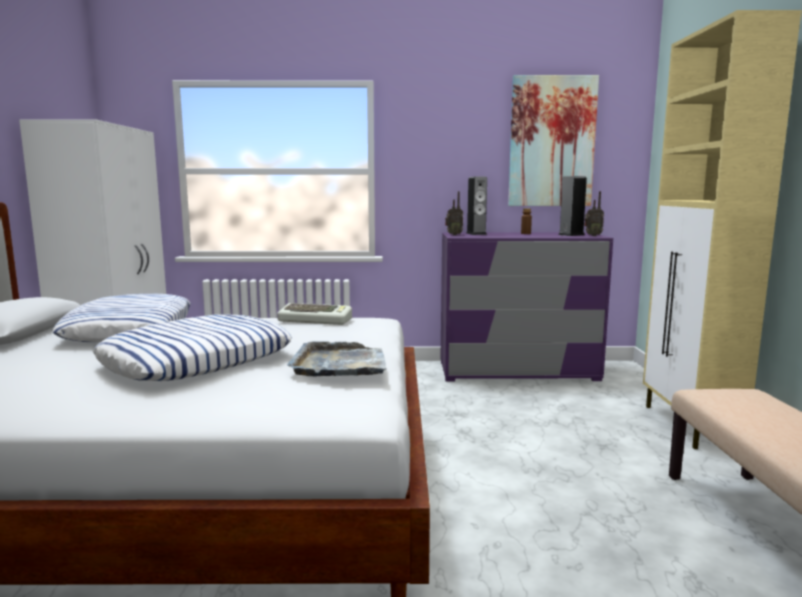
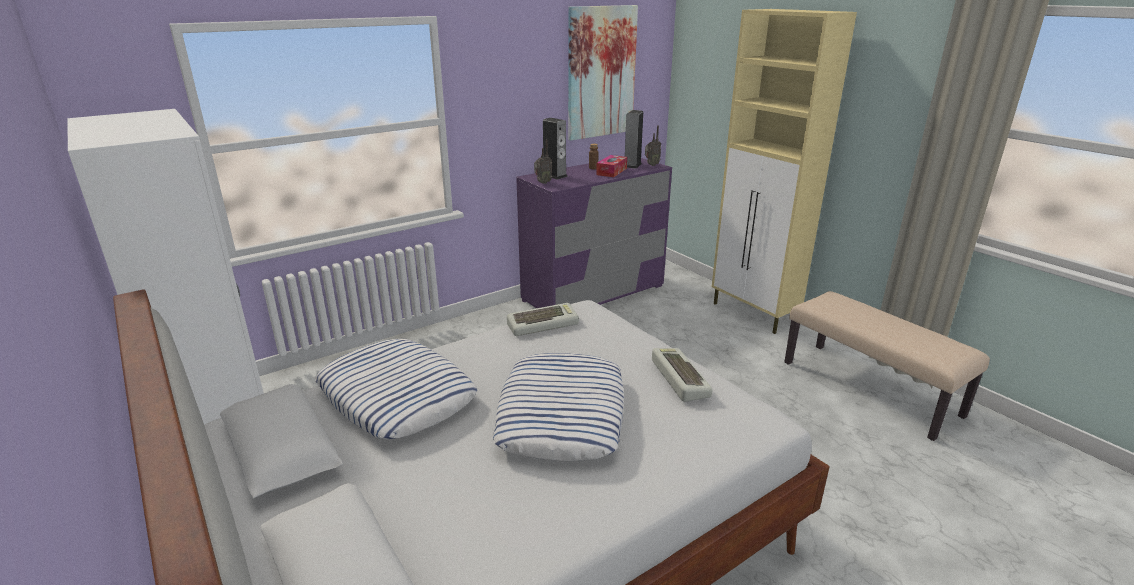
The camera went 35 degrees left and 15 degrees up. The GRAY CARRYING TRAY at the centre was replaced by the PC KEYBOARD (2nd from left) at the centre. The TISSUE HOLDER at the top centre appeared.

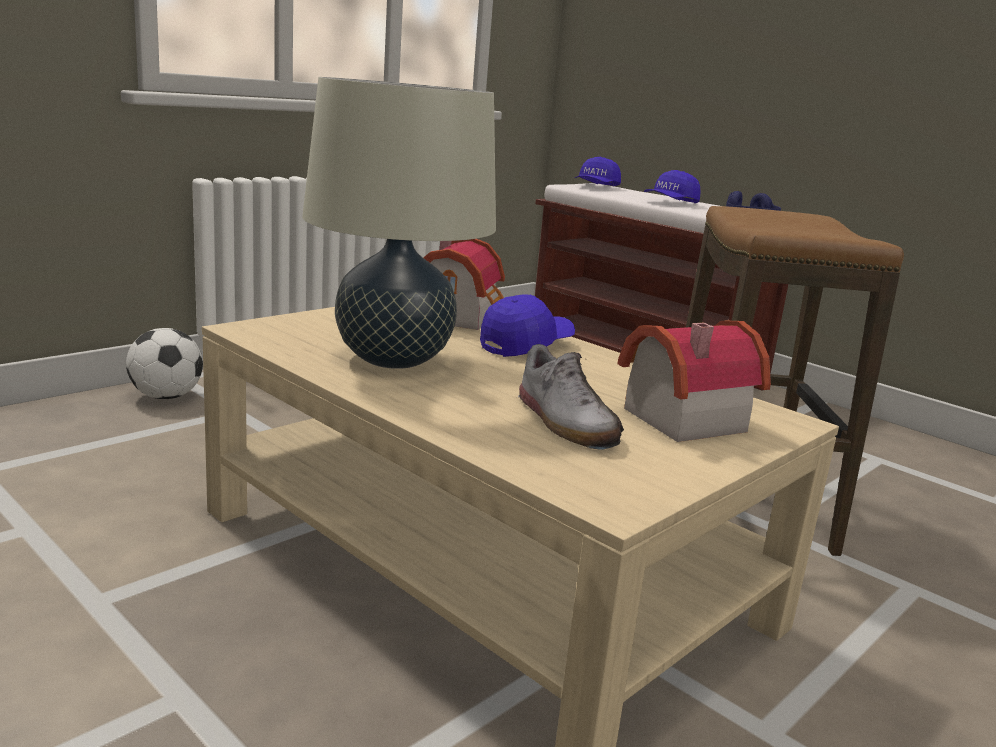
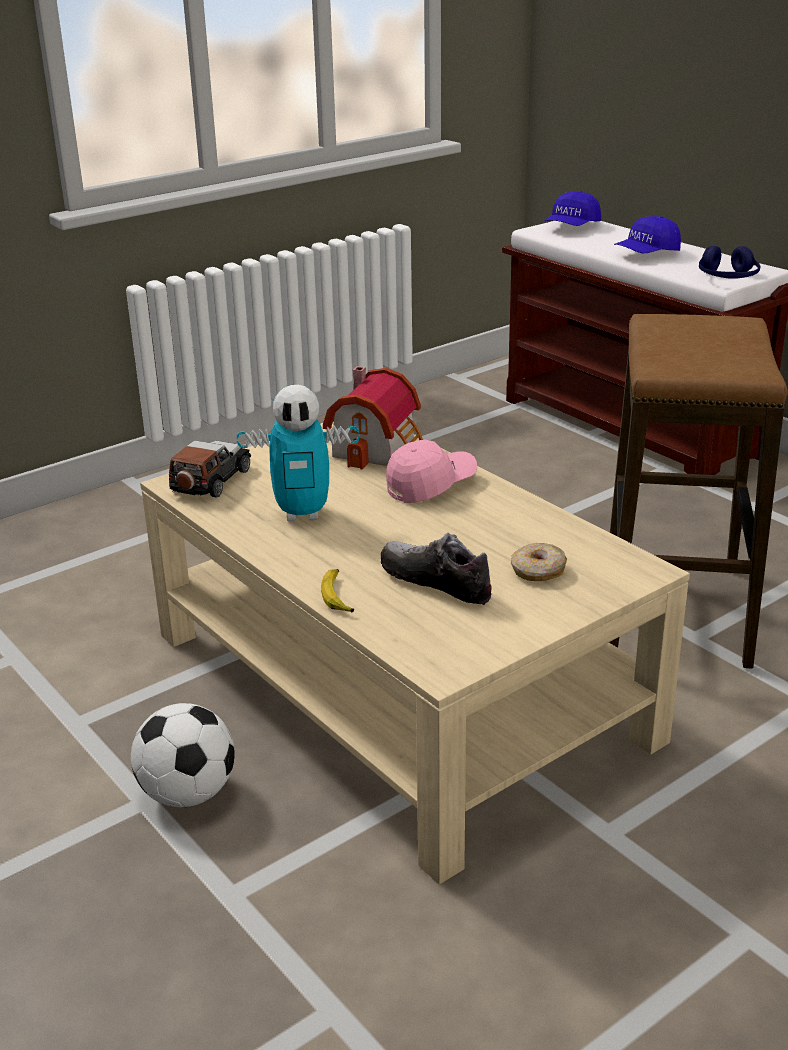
The camera went 10 degrees right and 10 degrees up. The BEIGE-COLOURED LAMP FOR A TABLE at the top centre was replaced by the TOY ROBOT at the centre. The BLUISH BASEBALL CAP (1st from left) at the centre became the PINK-COLOURED BASEBALL CAP at the centre. The TOY HOUSE (2nd from left) at the middle right was replaced by the DONUT at the middle right. The BALL FOR FOOTBALL moved from the middle left to the bottom left. The SHOE at the centre turned 150 degrees clockwise. The TOY CAR at the middle left appeared. The BANANA FRUIT at the centre appeared.

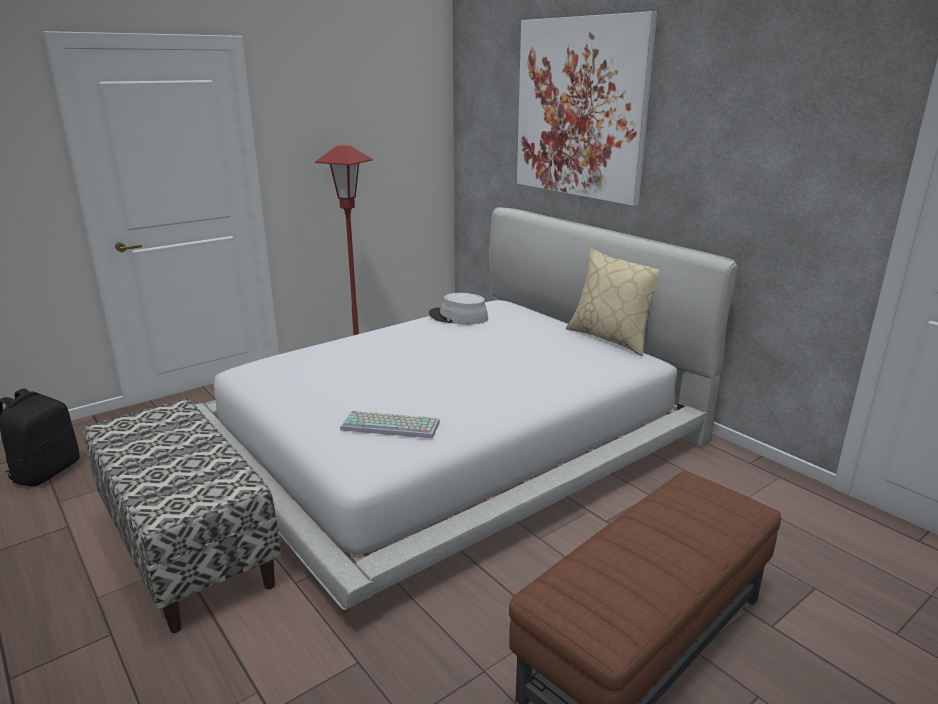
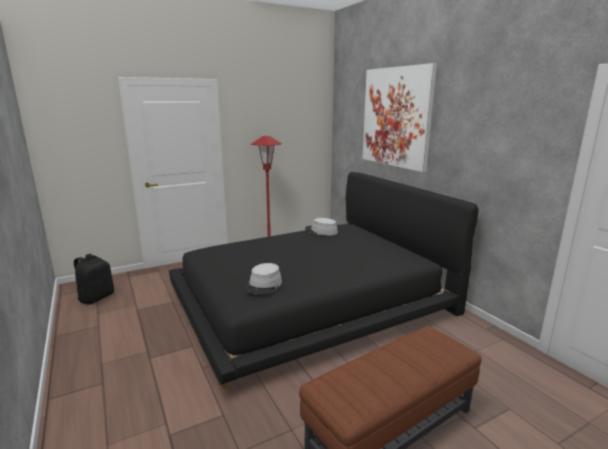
The camera went 10 degrees right and 5 degrees down. The WHITE-COLOURED BEDROOM BED at the centre became the BLACK BEDROOM BED at the centre. The BEIGE-COLOURED THROW PILLOW at the centre disappeared. The INDOOR BENCH at the bottom left disappeared. The PC KEYBOARD at the centre was replaced by the GRAY HAT (1st from left) at the centre.

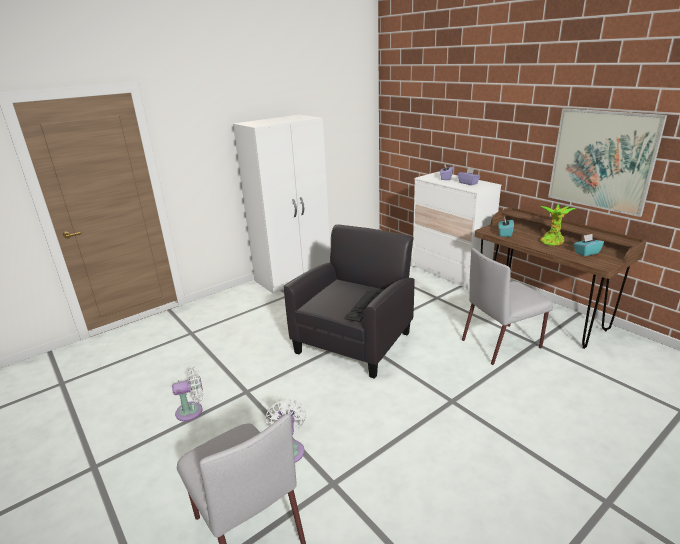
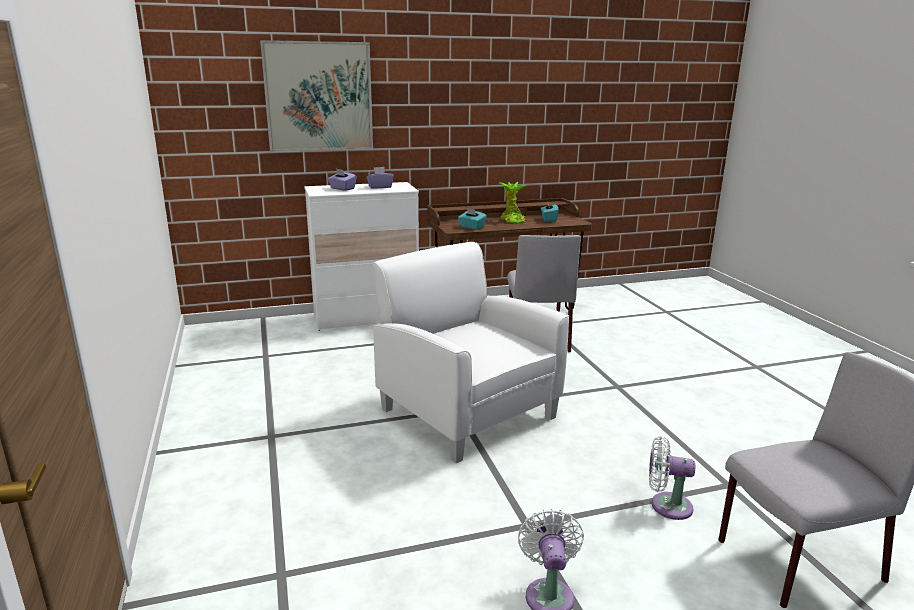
The camera went 70 degrees left and 5 degrees down. The WALL PICTURE moved from the top right to the top centre. The WHITE-COLOURED WARDROBE at the centre disappeared. The BLACK EASY CHAIR at the centre became the WHITE-COLOURED EASY CHAIR at the centre. The PC KEYBOARD at the centre disappeared.

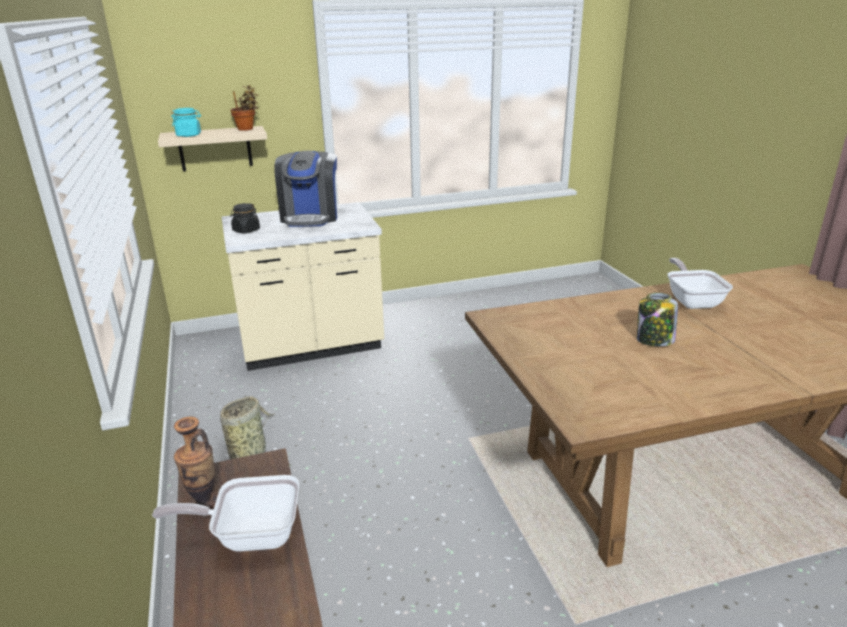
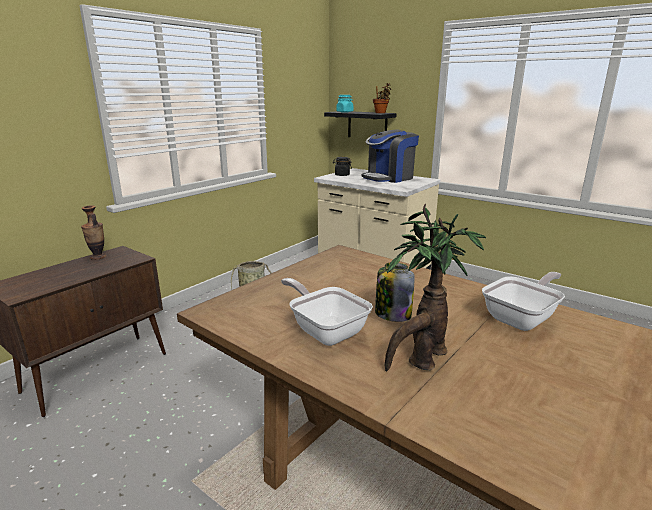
The camera went 55 degrees right and 5 degrees down. The BEIGE-COLOURED WALL SHELF at the top left became the BLACK WALL SHELF at the top centre. The PAN (1st from left) moved from the bottom left to the centre. The POTTED PLANT (2nd from left) at the middle right appeared.

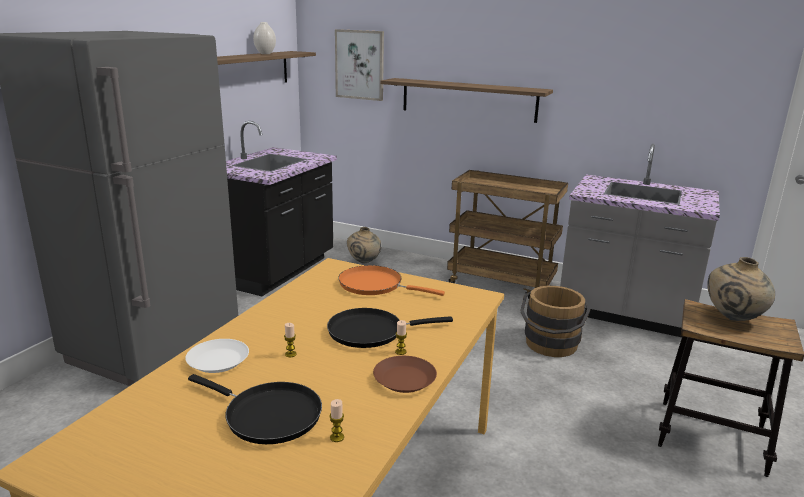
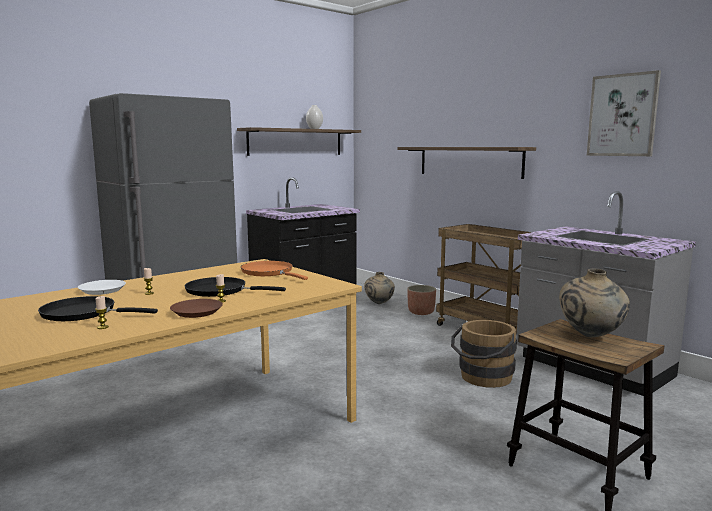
The camera went 25 degrees right and 10 degrees down. The WALL PICTURE moved from the top centre to the top right. The BLACK PAN (1st from left) at the bottom left turned 135 degrees clockwise. The PLANT POT at the centre appeared.

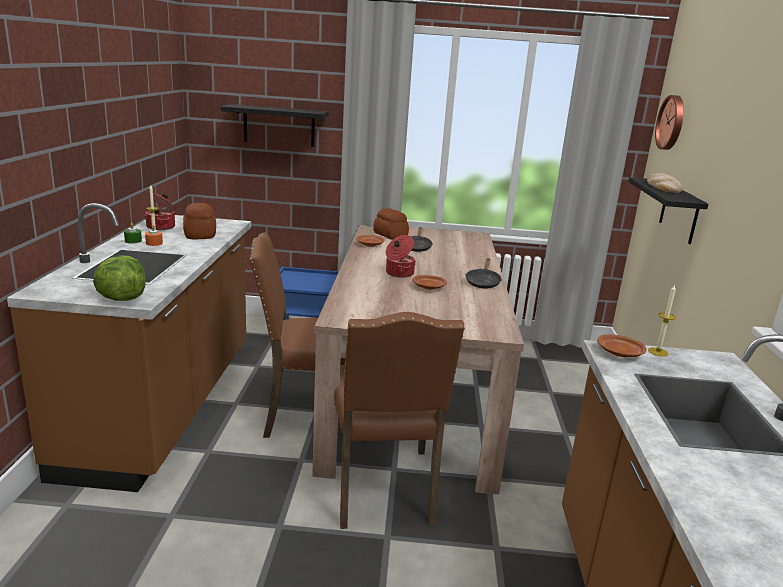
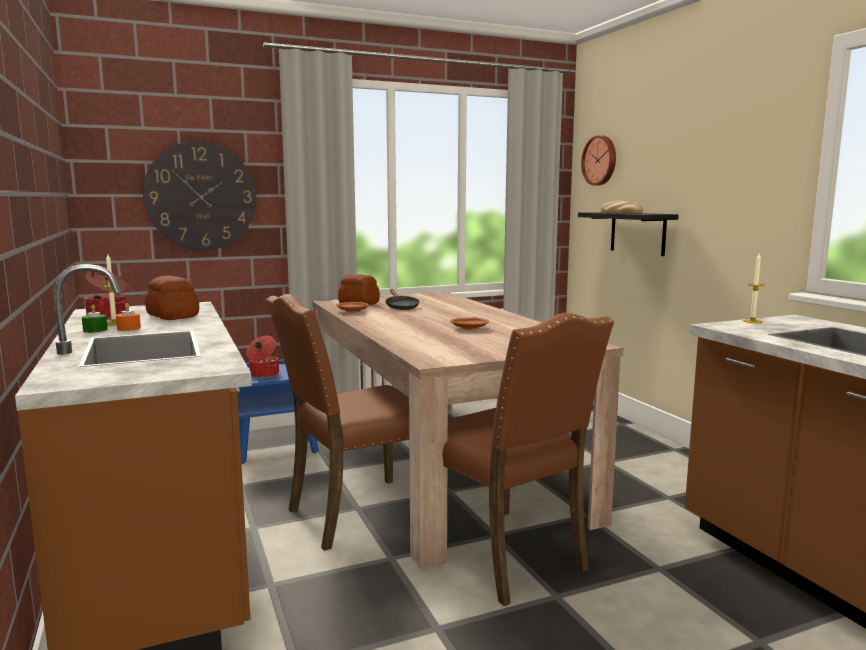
The camera went 25 degrees left and 10 degrees down. The BLACK WALL SHELF (1st from left) at the top centre was replaced by the WALL CLOCK (1st from left) at the top left. The COOKING POT (2nd from left) moved from the centre to the middle left. The HEAD OF LETTUCE at the middle left disappeared. The BLACK PAN (2nd from left) at the centre disappeared. The BROWNISH PLATE (3rd from left) at the middle right disappeared.

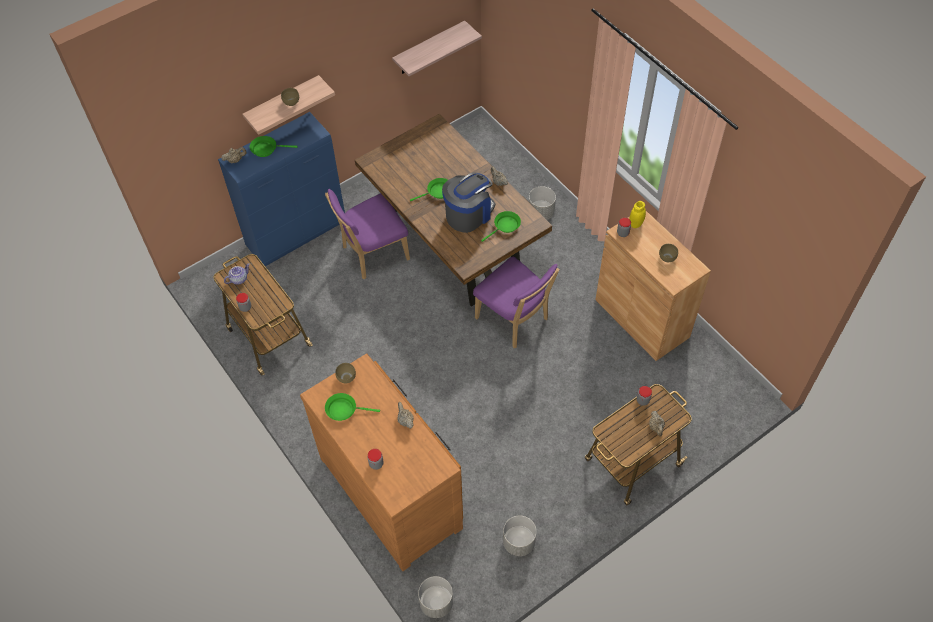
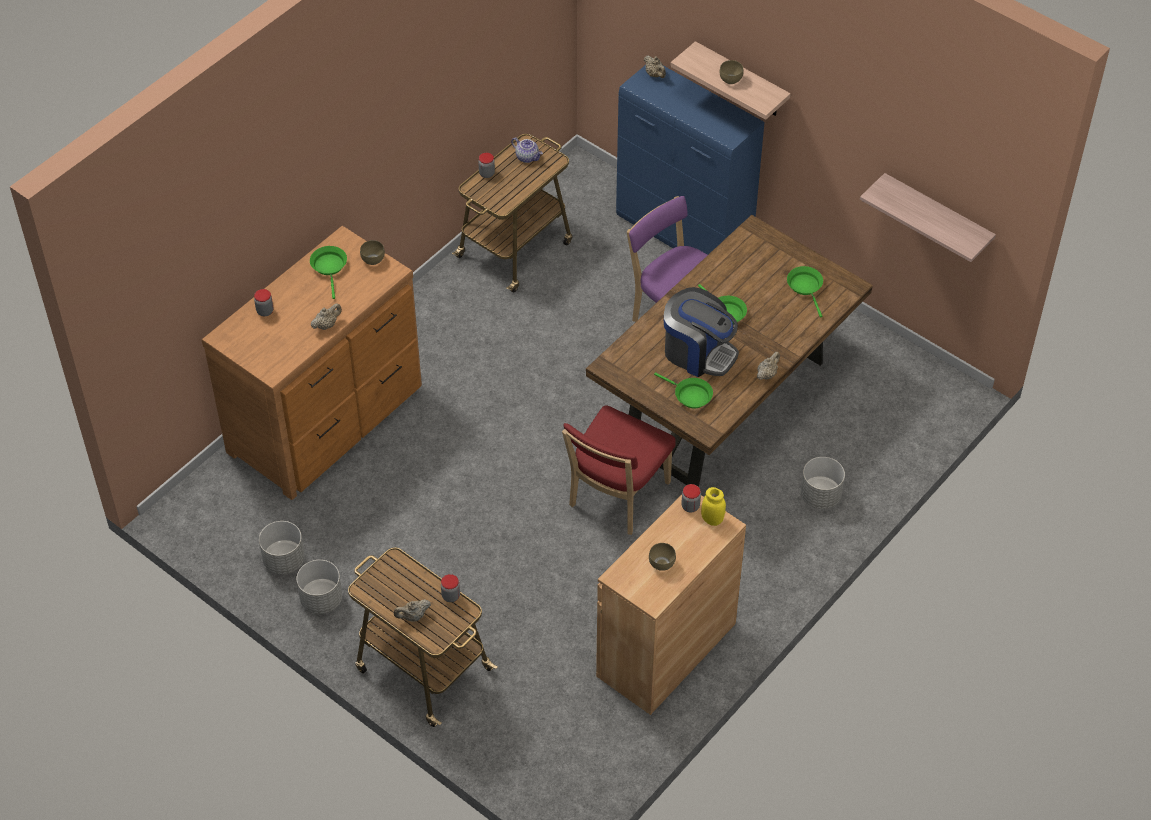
The camera went 75 degrees right and 5 degrees down. The GREENISH PAN (1st from left in the first image) moved from the top left to the middle right. The PURPLE-COLOURED UPRIGHT CHAIR (2nd from left) at the centre became the RED-COLOURED UPRIGHT CHAIR at the centre. The GRAY PLANT POT (1st from left in the first image) moved from the bottom centre to the bottom left.

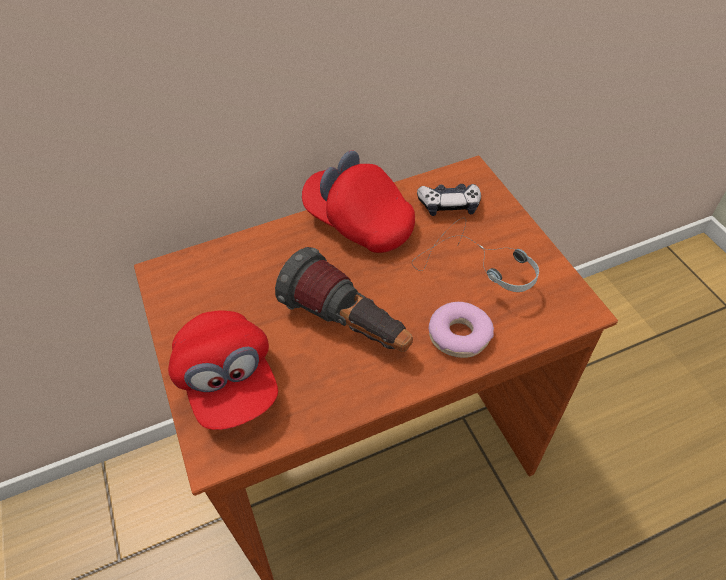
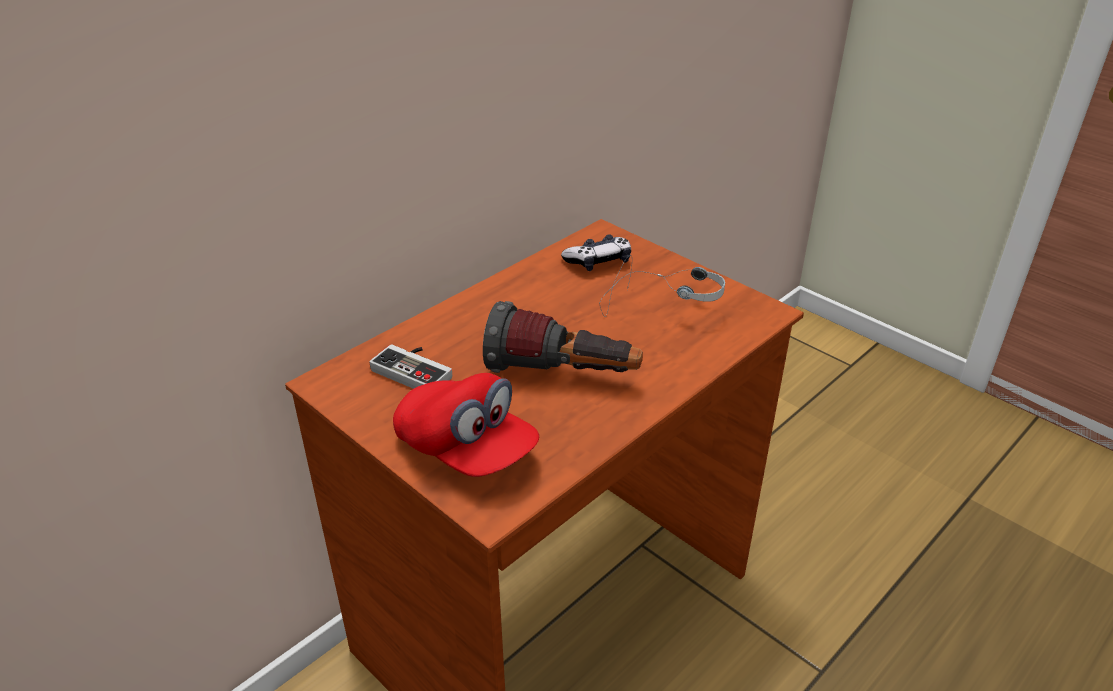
The camera went 25 degrees left and 15 degrees down. The RED-COLOURED BASEBALL CAP (2nd from left) at the centre disappeared. The DONUT at the centre disappeared. The GAMEPAD (1st from left) at the centre appeared.

